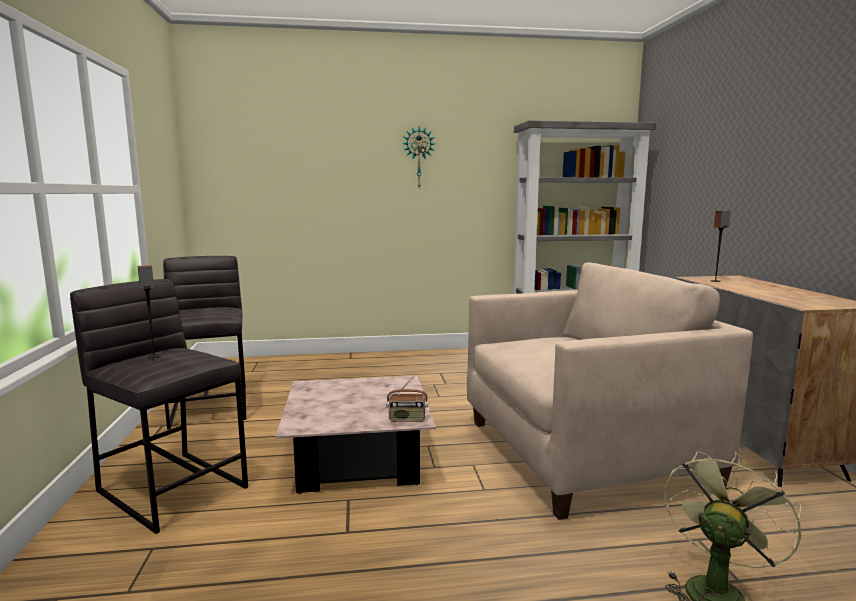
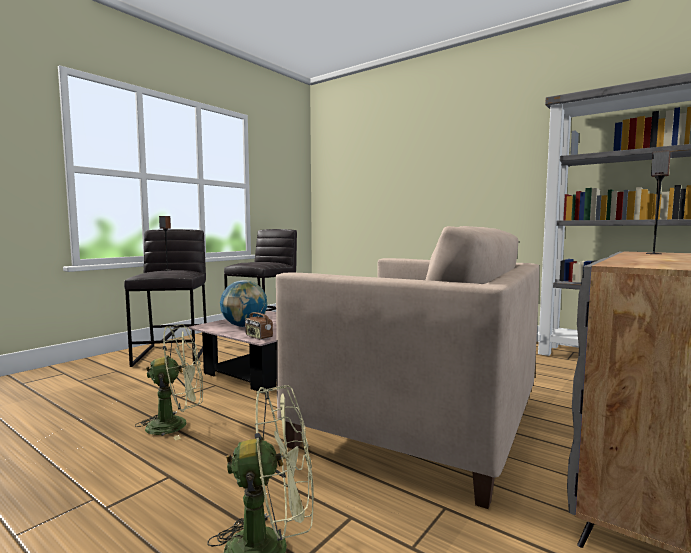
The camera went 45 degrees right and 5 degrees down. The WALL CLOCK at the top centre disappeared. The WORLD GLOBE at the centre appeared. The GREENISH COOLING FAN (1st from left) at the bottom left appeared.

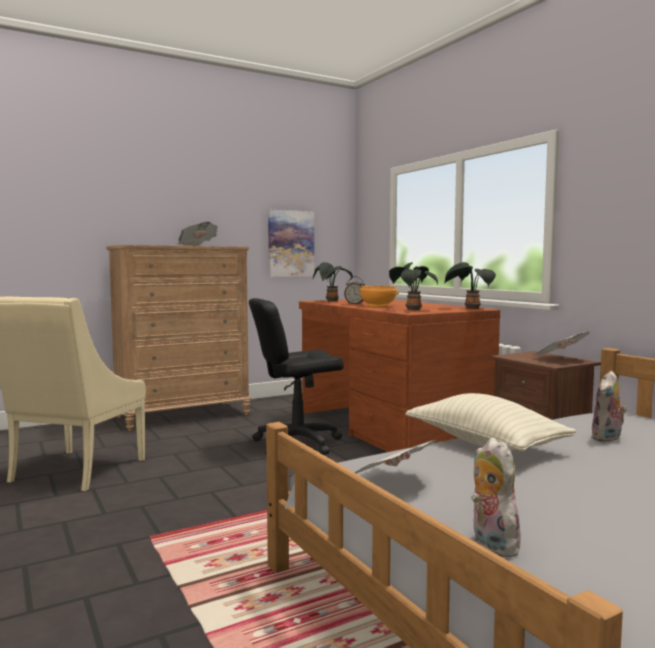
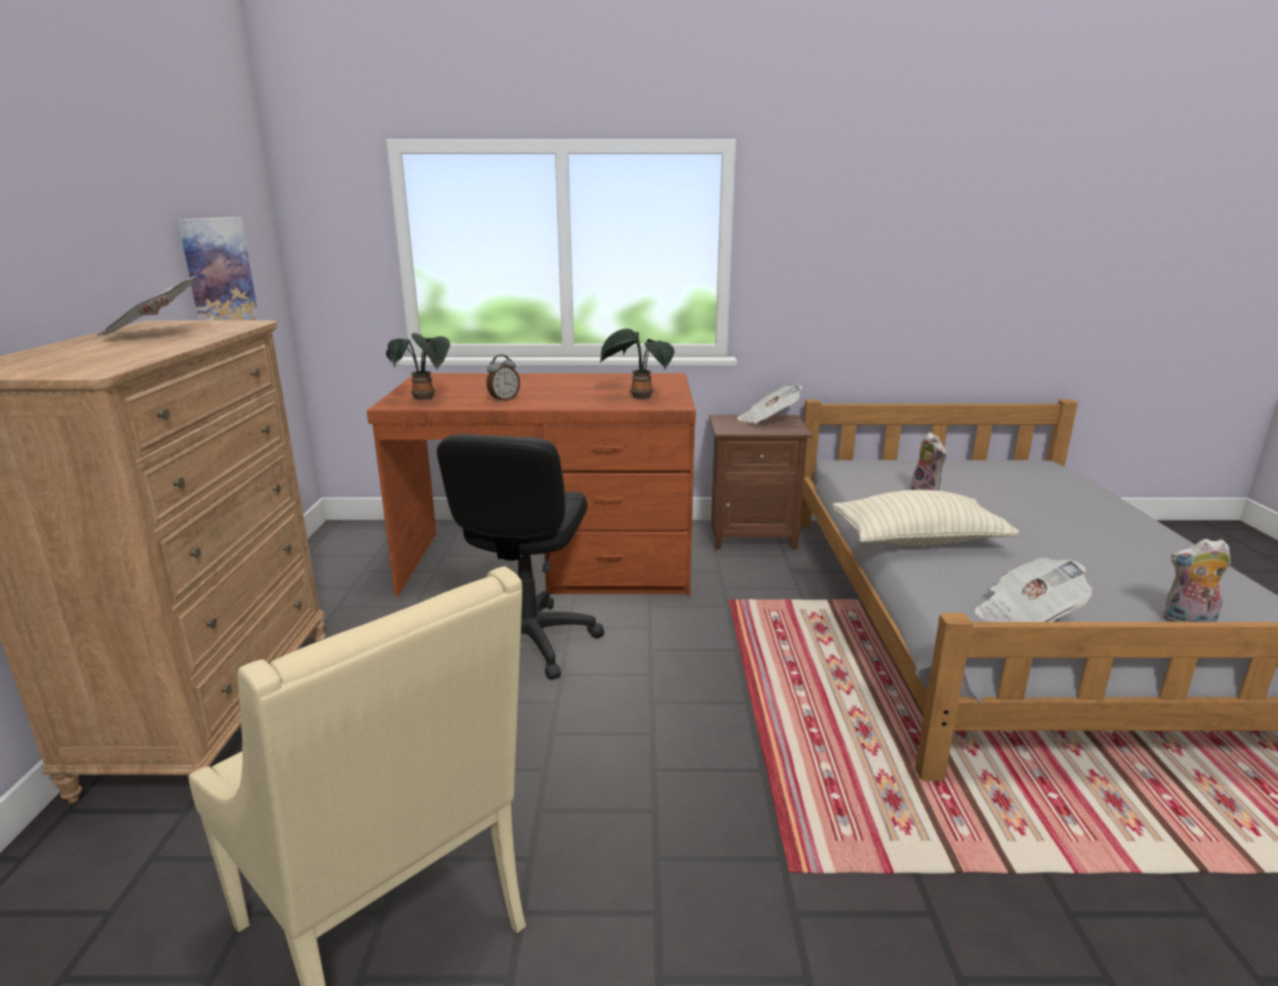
The camera went 60 degrees left and 15 degrees up. The POTTED PLANT (3rd from left) at the middle right disappeared. The ORANGEY BOWL at the centre disappeared.

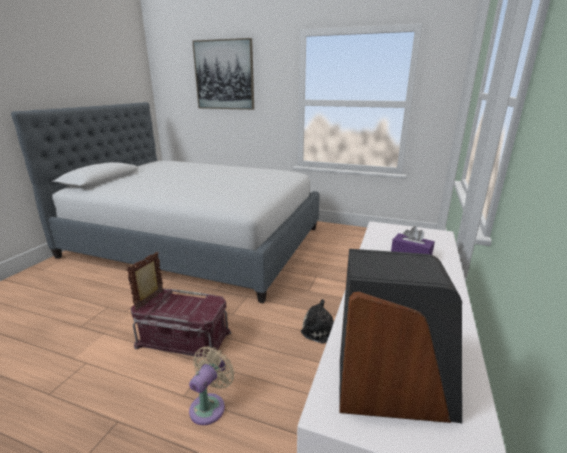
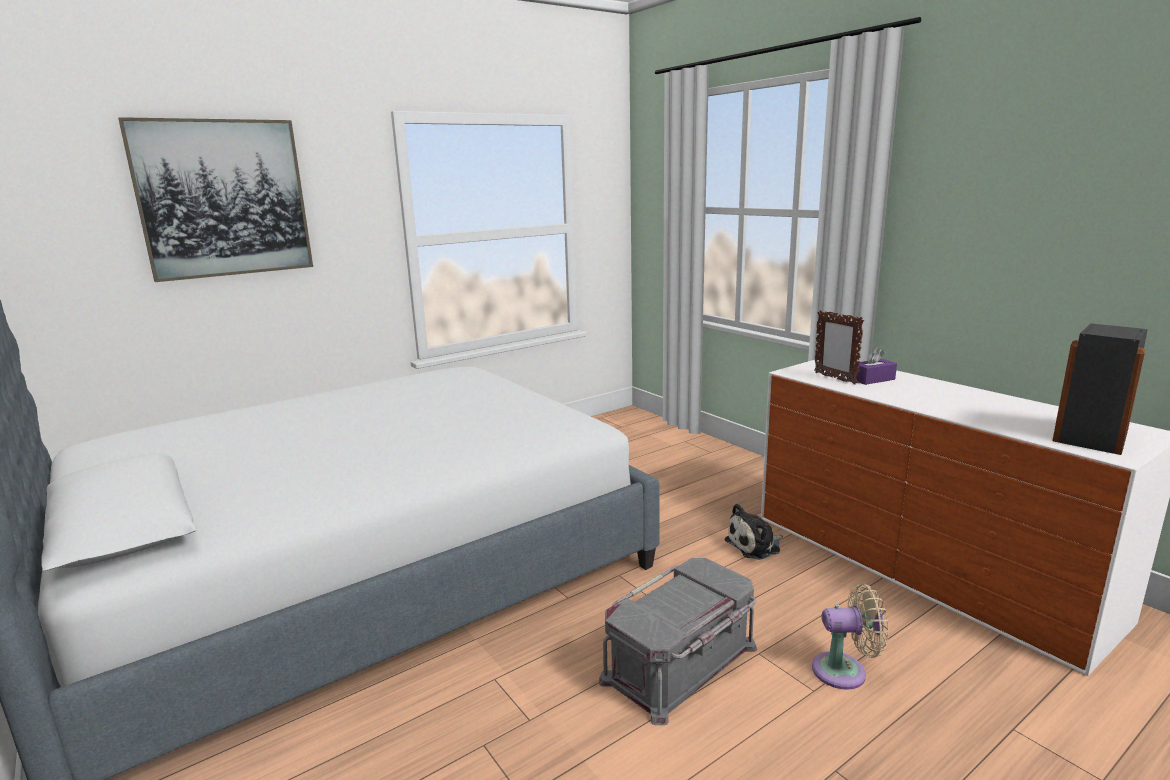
The camera went 55 degrees left and 5 degrees down. The STANDING FRAME moved from the middle left to the middle right. The RED-COLOURED STORAGE BIN at the bottom left became the GRAY STORAGE BIN at the bottom centre. The BEIGE-COLOURED COOLING FAN at the bottom centre turned 120 degrees clockwise.

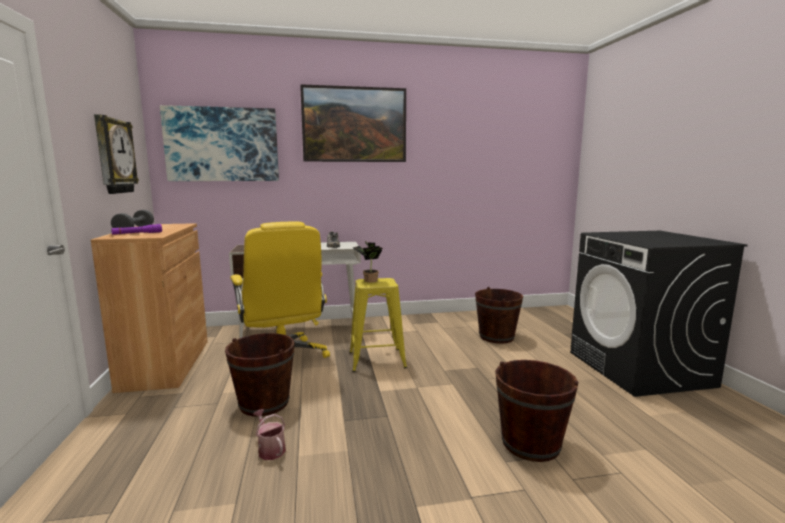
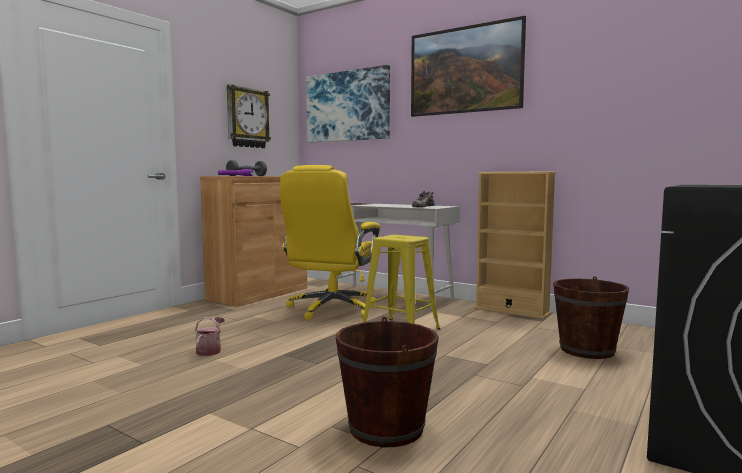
The camera went 45 degrees right and 5 degrees down. The POTTED PLANT at the centre disappeared. The BROWNISH WATER BUCKET (1st from left) at the bottom left disappeared. The BEIGE-COLOURED BOOKSHELF at the middle right appeared.

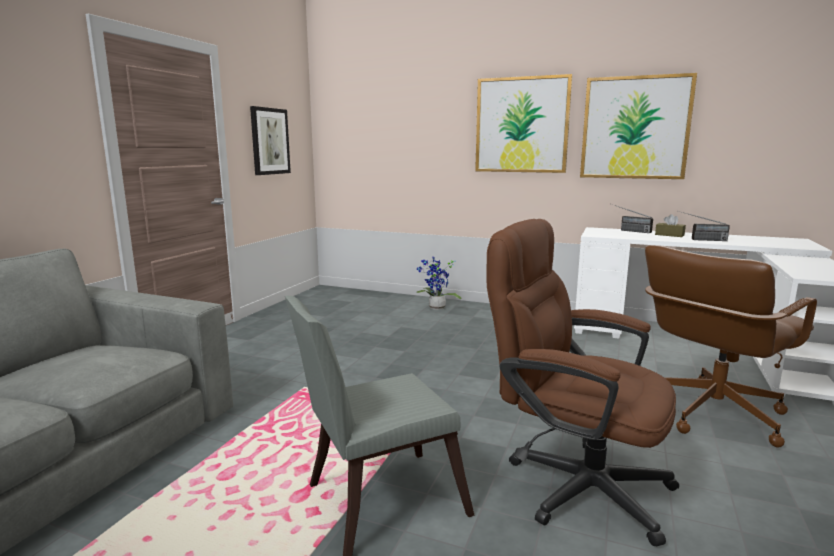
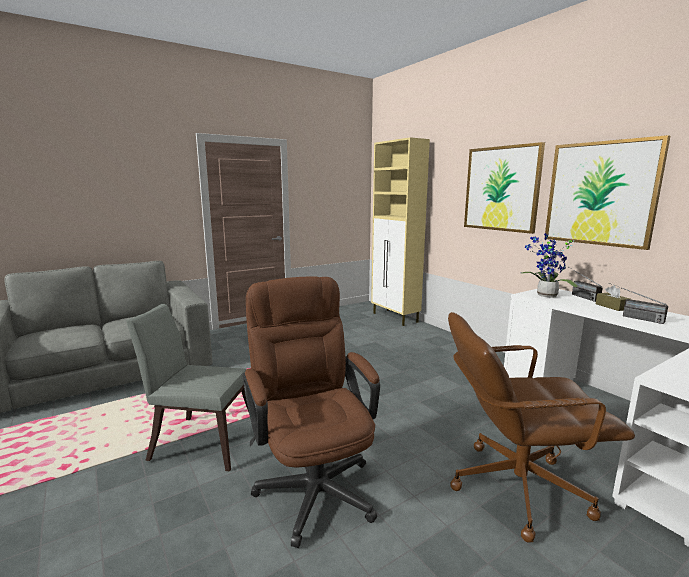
The camera went 35 degrees right and 0 degrees up. The WALL PICTURE (1st from left) at the top left disappeared. The POTTED PLANT moved from the centre to the middle right. The BEIGE-COLOURED STORAGE CABINET at the centre appeared.

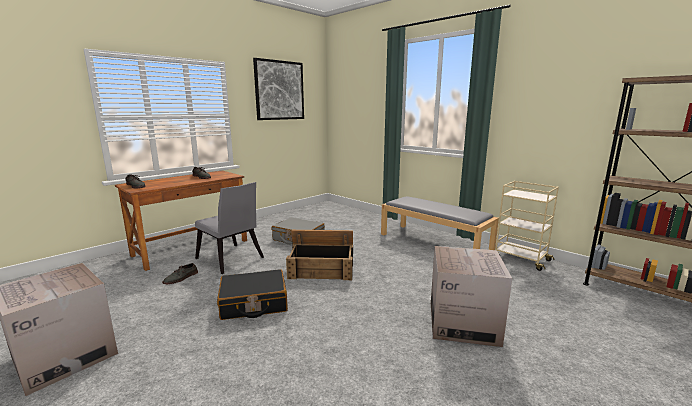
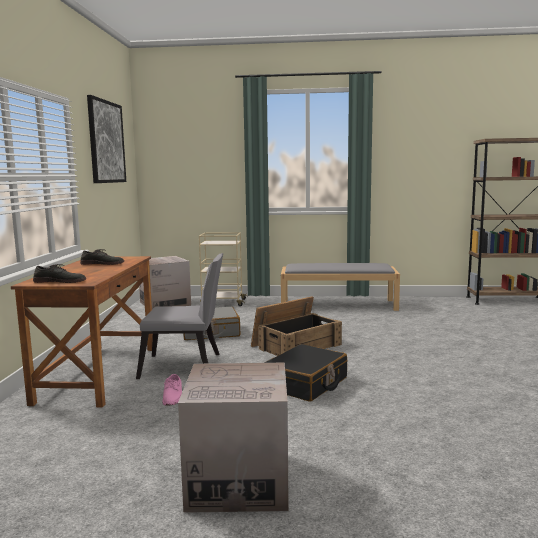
The camera went 40 degrees left and 5 degrees down. The BEIGE-COLOURED CART moved from the middle right to the centre. The CARTON (2nd from left in the first image) moved from the bottom right to the middle left. The GRAY SHOE (2nd from left) at the bottom left became the PINK-COLOURED SHOE at the bottom left.

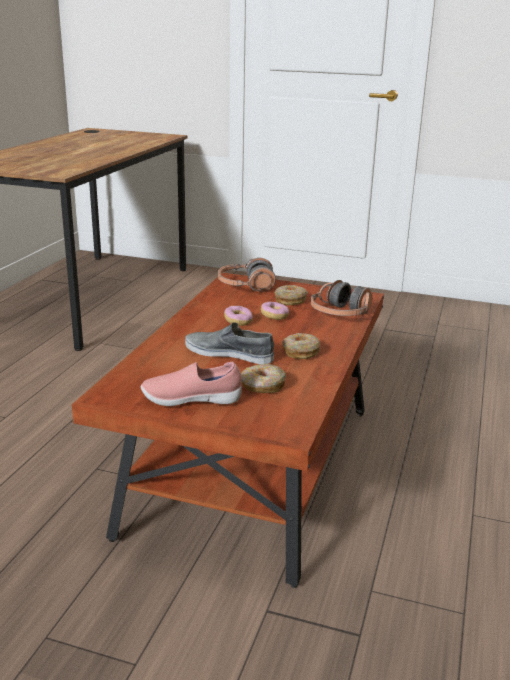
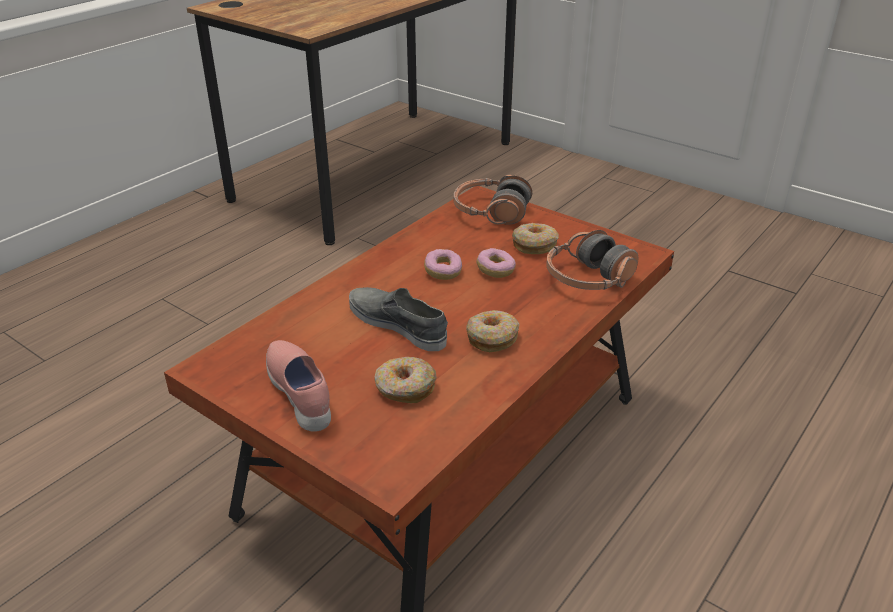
The camera went 20 degrees right and 10 degrees up. The PINK-COLOURED SHOE at the centre turned 45 degrees clockwise.

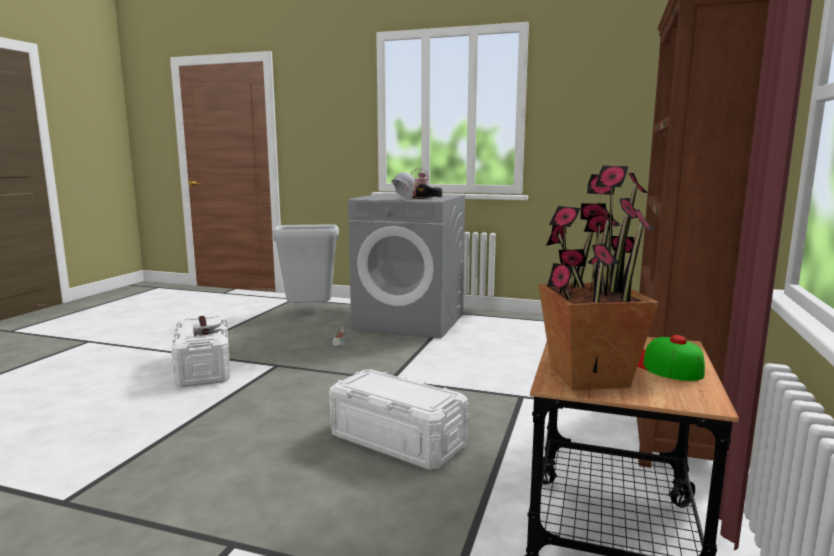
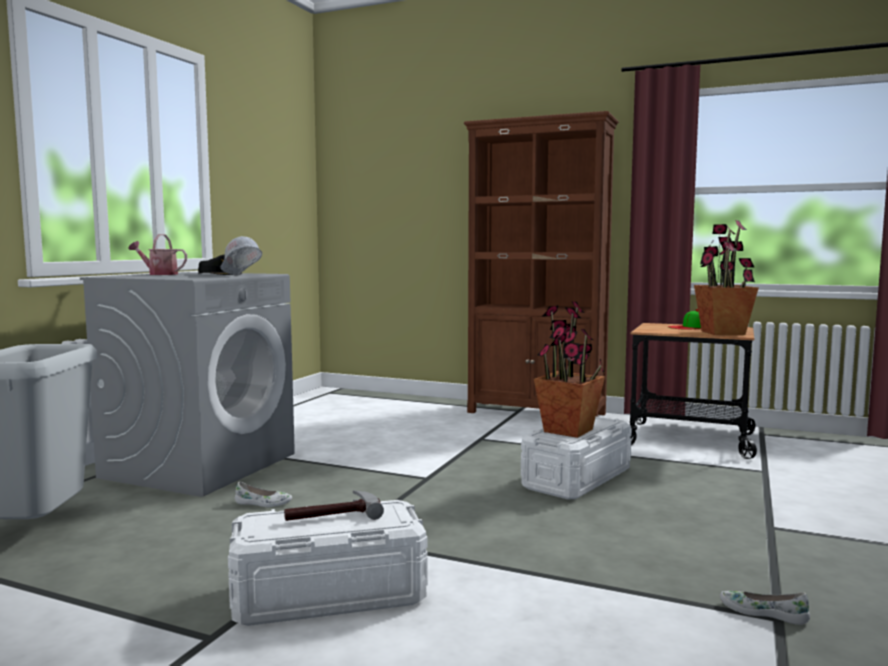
The camera went 85 degrees left and 5 degrees down. The POTTED PLANT (1st from left) at the centre appeared. The WHITE-COLOURED SHOE (2nd from left) at the bottom right appeared.

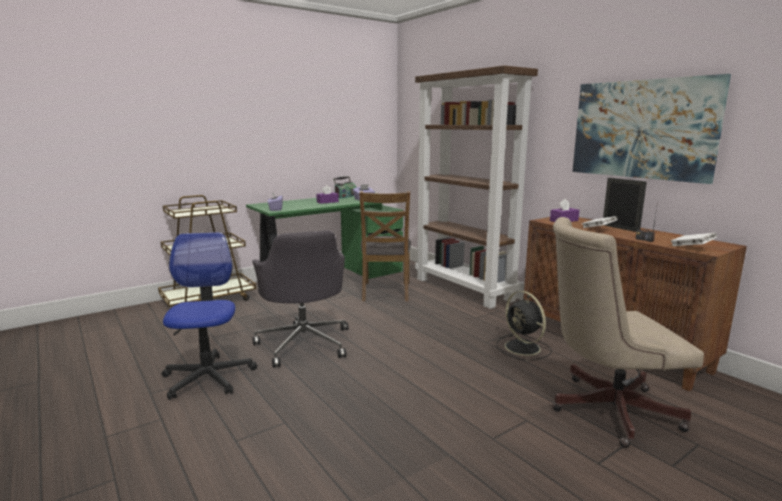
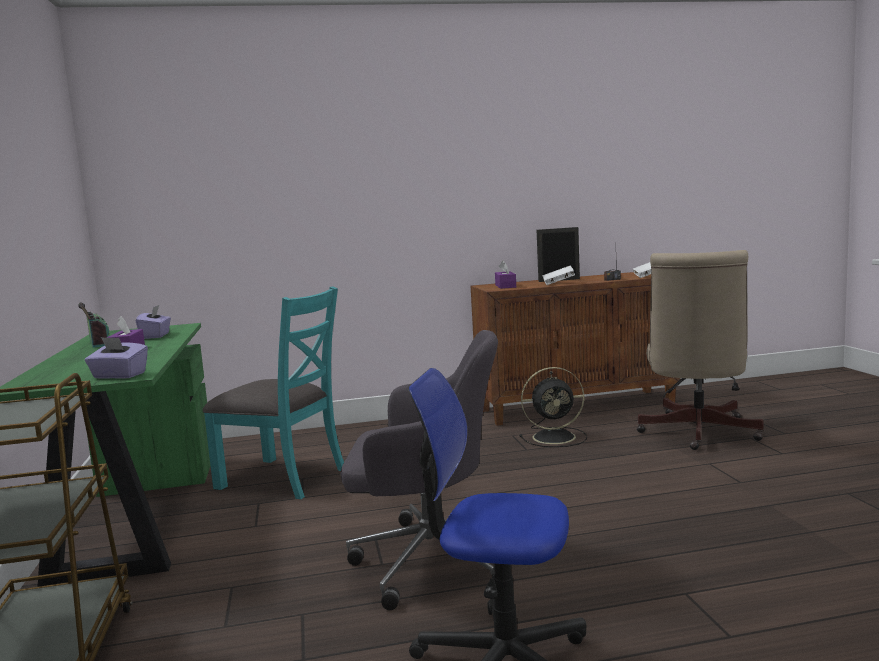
The camera went 65 degrees left and 5 degrees down. The BROWNISH BOOKSHELF at the centre disappeared. The WALL PICTURE at the top right disappeared. The BROWNISH UPRIGHT CHAIR at the centre became the TURQUOISE-COLOURED UPRIGHT CHAIR at the middle left.

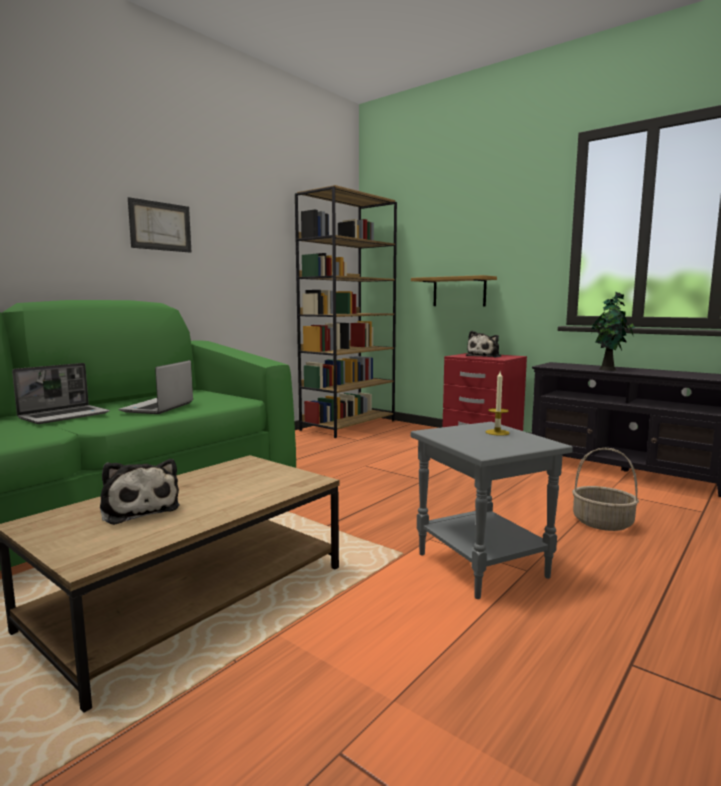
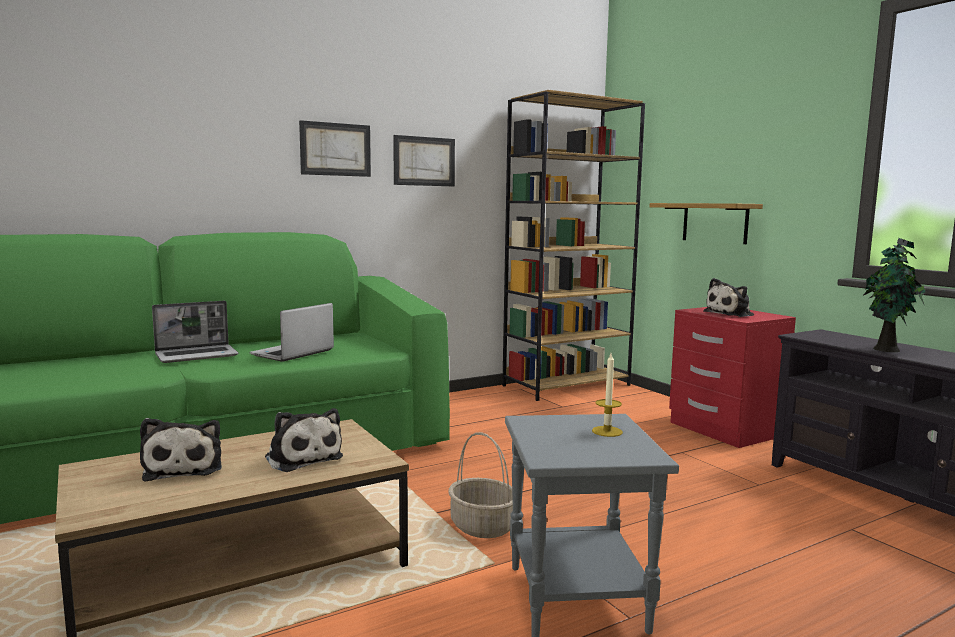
The camera went 20 degrees right and 0 degrees up. The BASKET moved from the middle right to the bottom centre. The WALL PICTURE (2nd from left) at the top centre appeared. The PLUSH TOY (2nd from left) at the bottom left appeared.

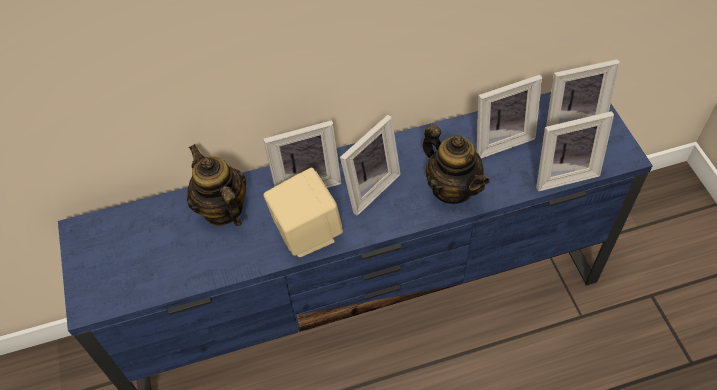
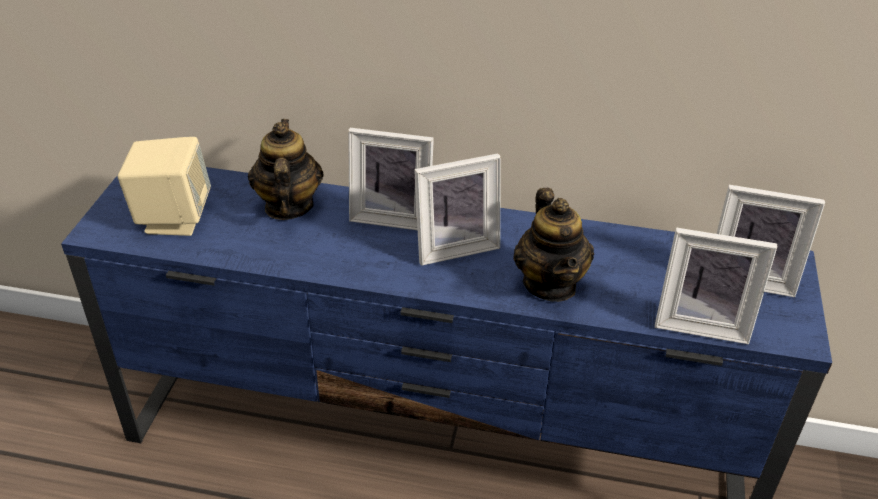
The camera went 25 degrees right and 15 degrees down. The STANDING FRAME (3rd from left) at the top right disappeared. The BEIGE-COLOURED SPEAKER moved from the centre to the middle left.

